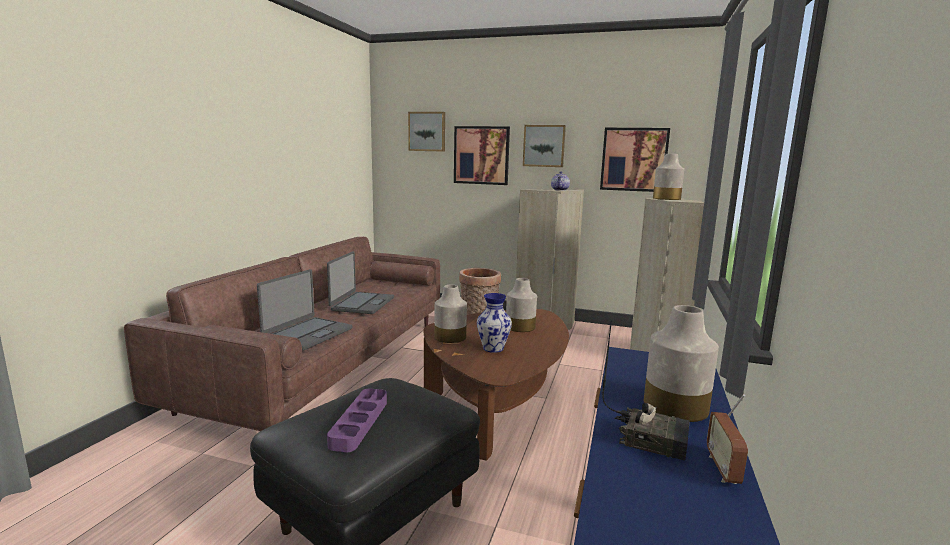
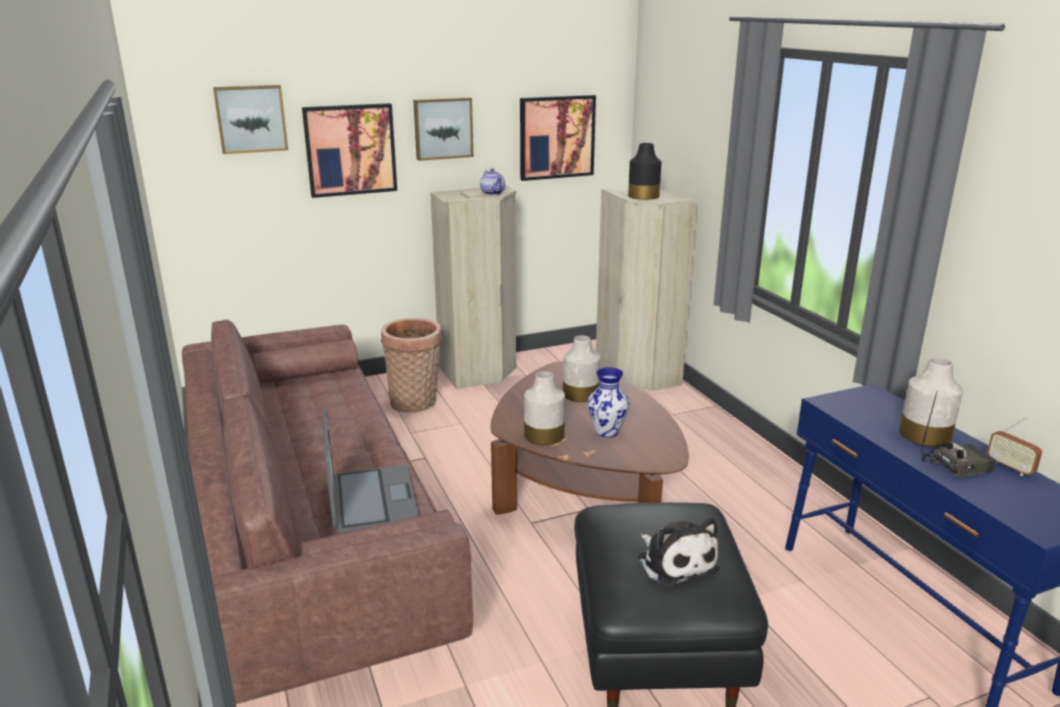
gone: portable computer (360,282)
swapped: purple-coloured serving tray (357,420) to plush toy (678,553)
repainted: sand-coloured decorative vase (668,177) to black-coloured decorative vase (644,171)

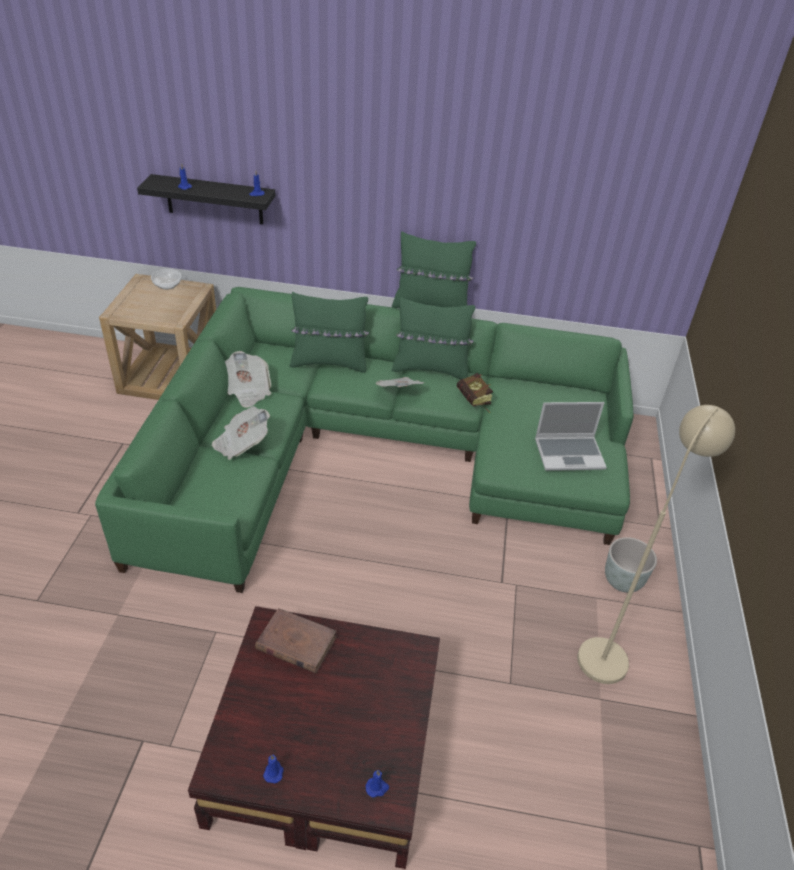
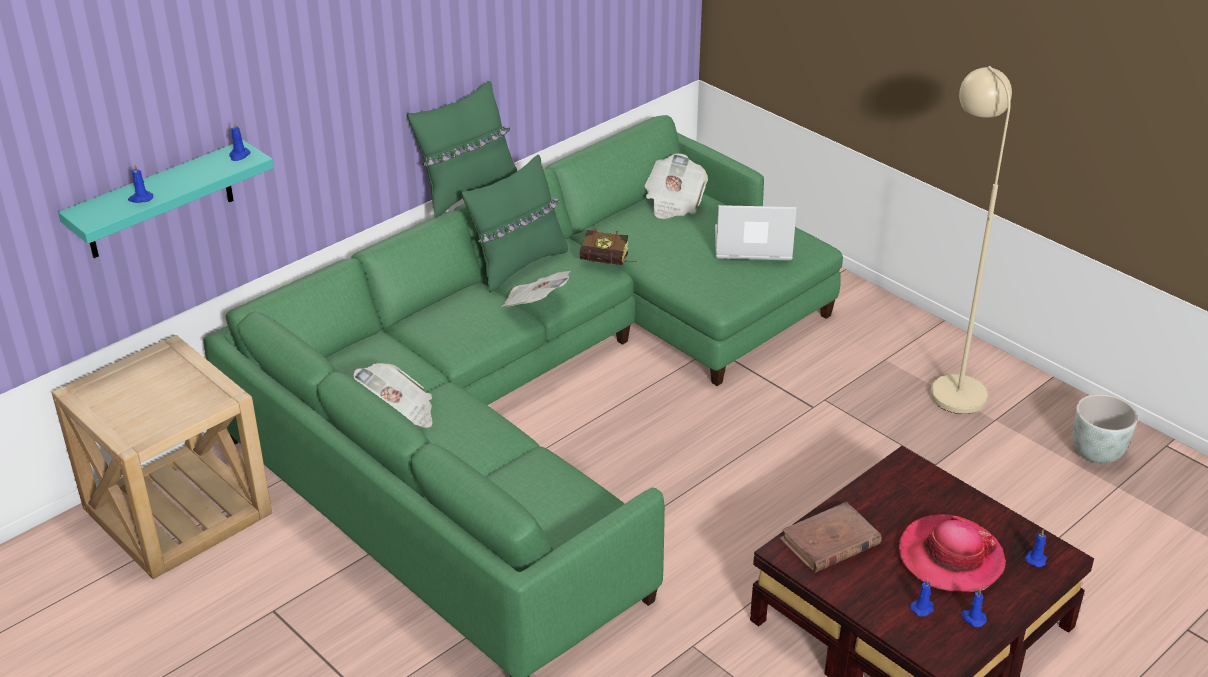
gone: serving bowl (166,279); greenish cushion (329,332)
new: wearable hat (952,553); blue candle (922,597)
shifted: daily paper (241,433) to (676,186); greyish plant pot (631,565) to (1105,429)
repainted: black-coloured bracket shelf (206,199) to turquoise bracket shelf (166,199)
rotated: portable computer (571,436) = (756,232) 120 degrees counterclockwise

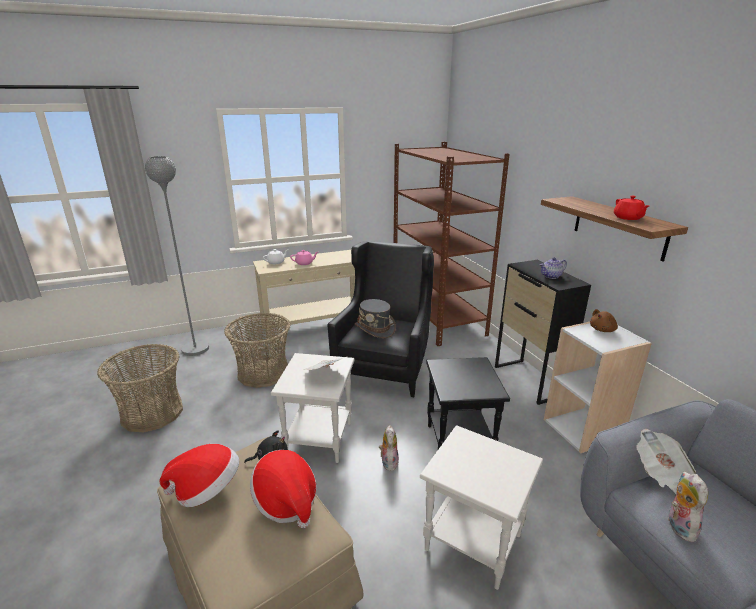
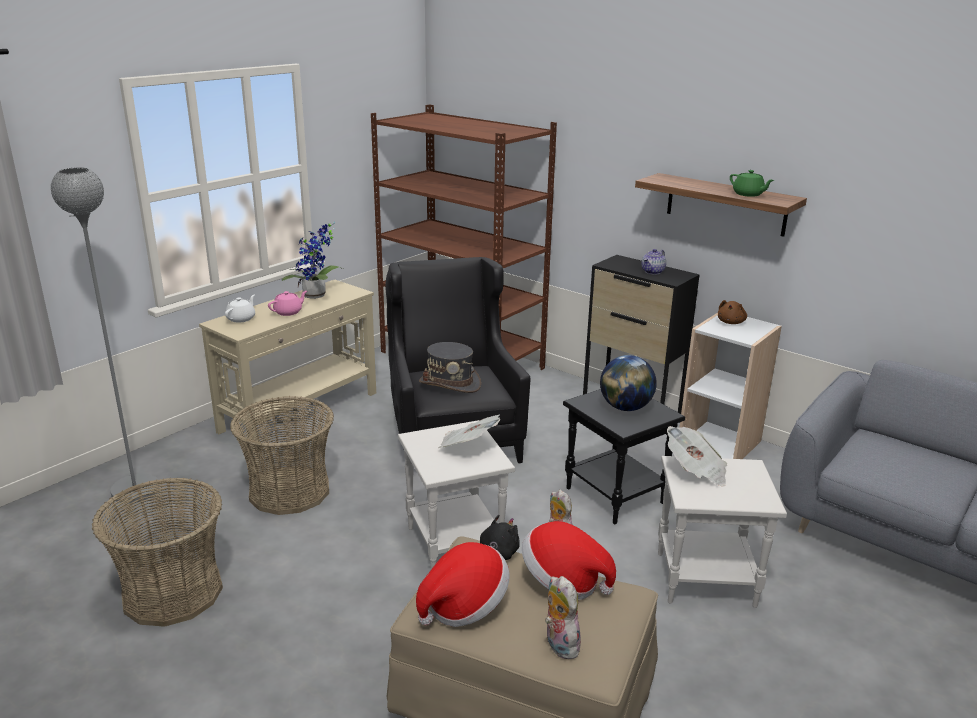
new: plant in a pot (312,260); world globe (628,383)
shifted: daily paper (666,461) to (697,456); plush toy (688,506) to (564,617)
repainted: red-coloured tea pot (631,208) to greenish tea pot (752,183)

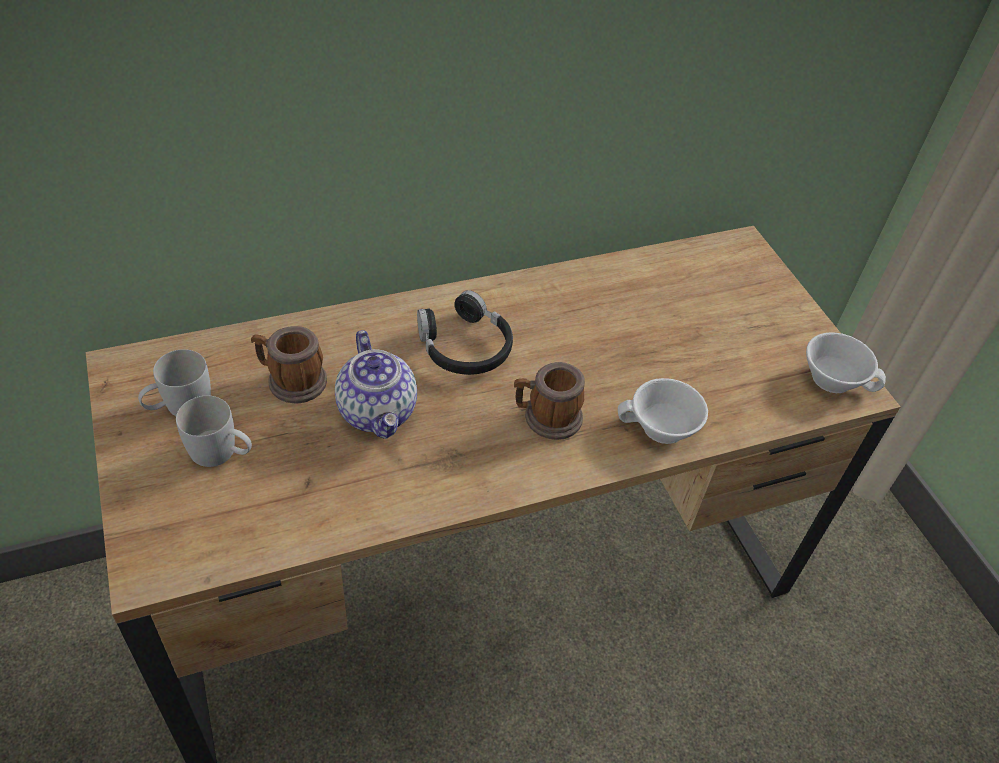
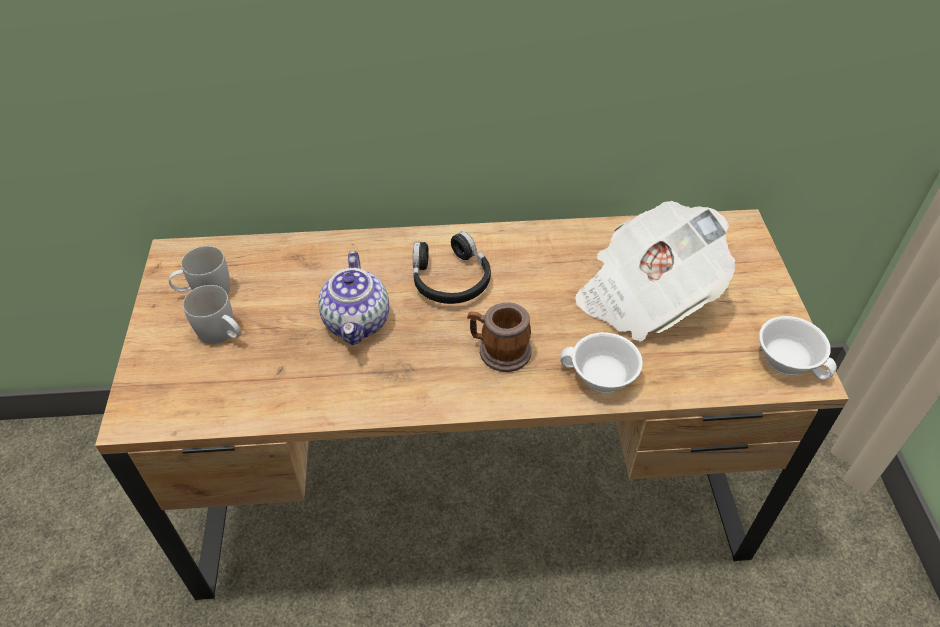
gone: coffee mug (289,365)
new: daily paper (655,271)

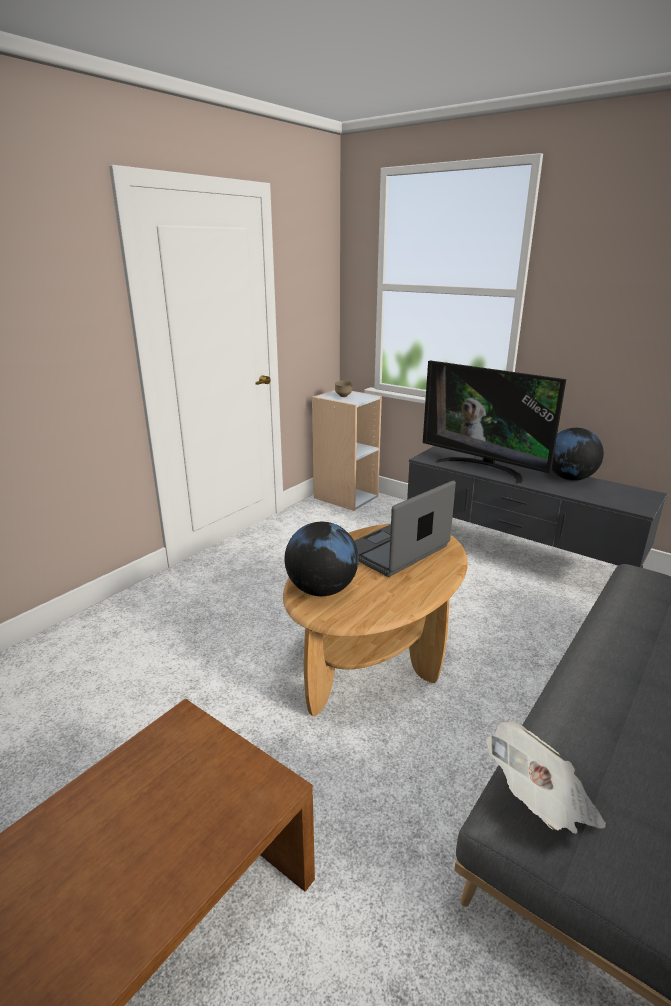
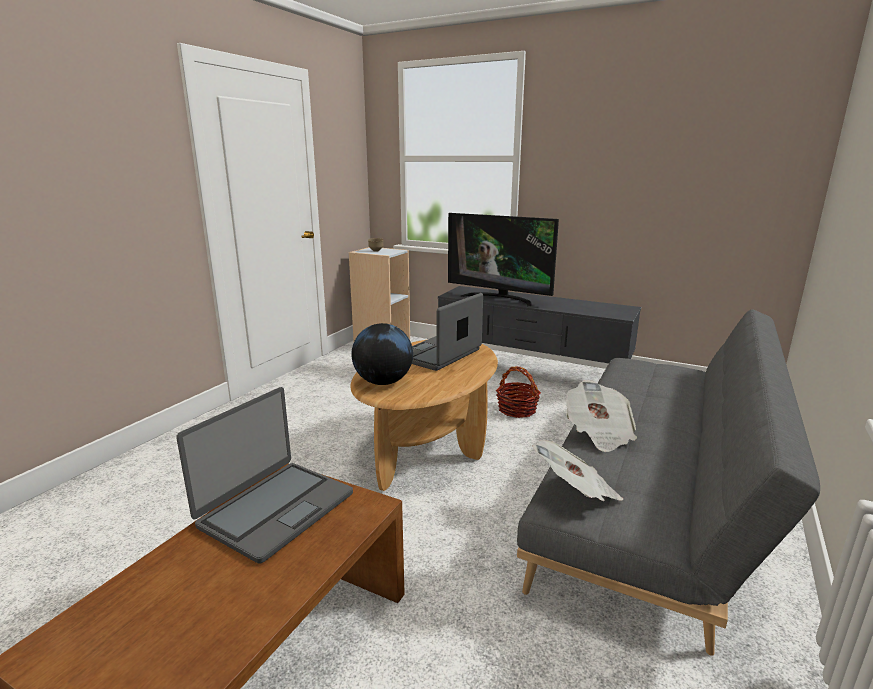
gone: world globe (577,454)
new: basket (518,392); daily paper (601,416); portable computer (264,475)

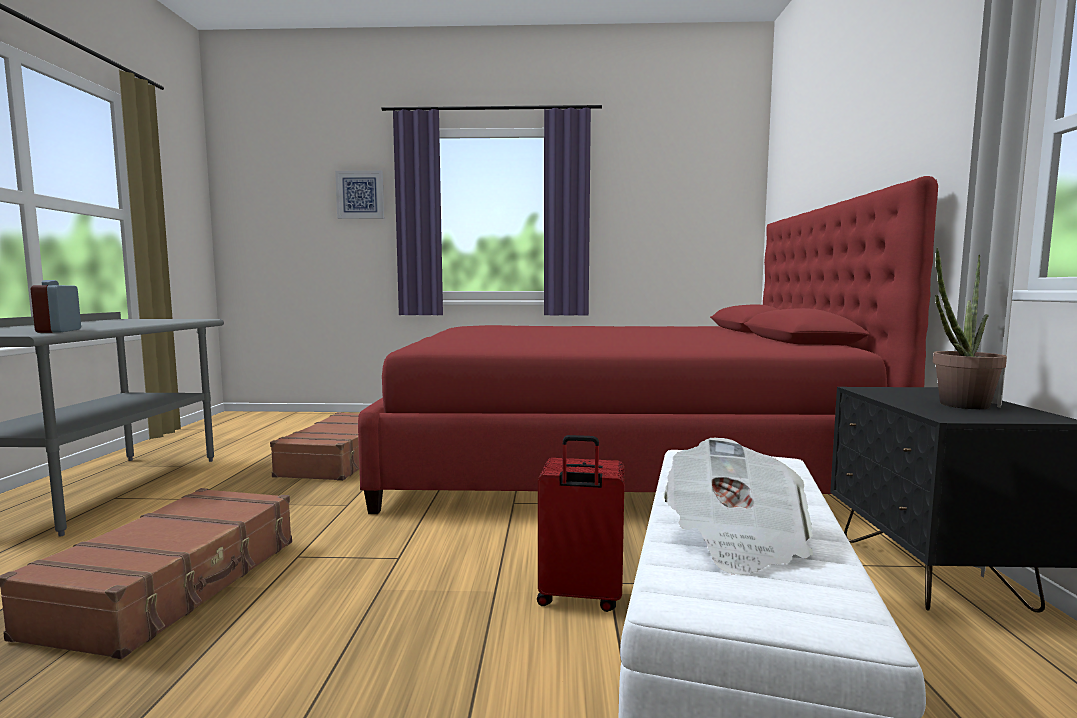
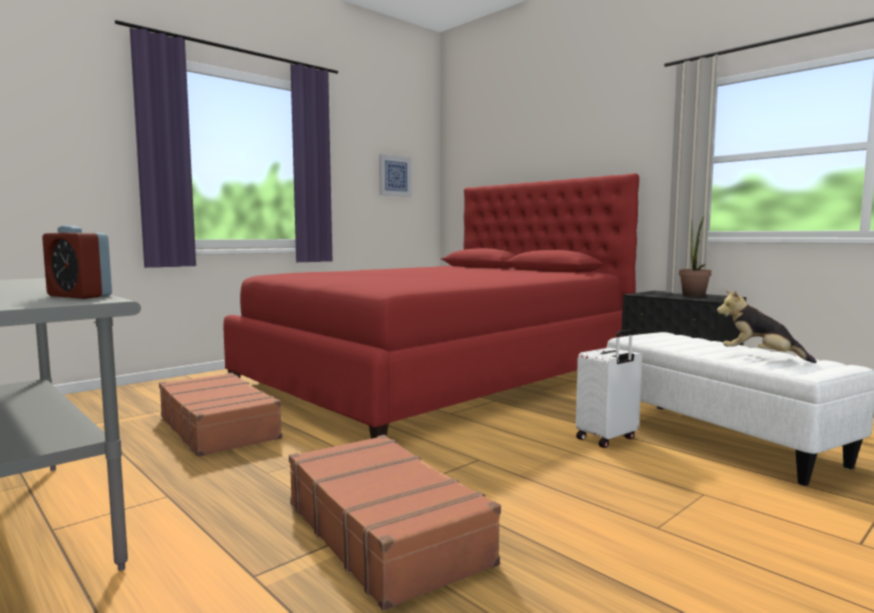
shifted: wall picture (359,194) to (395,175)
swapped: daily paper (738,506) to plush toy (767,326)
repainted: red-coloured travel case (581,523) to white travel case (609,388)

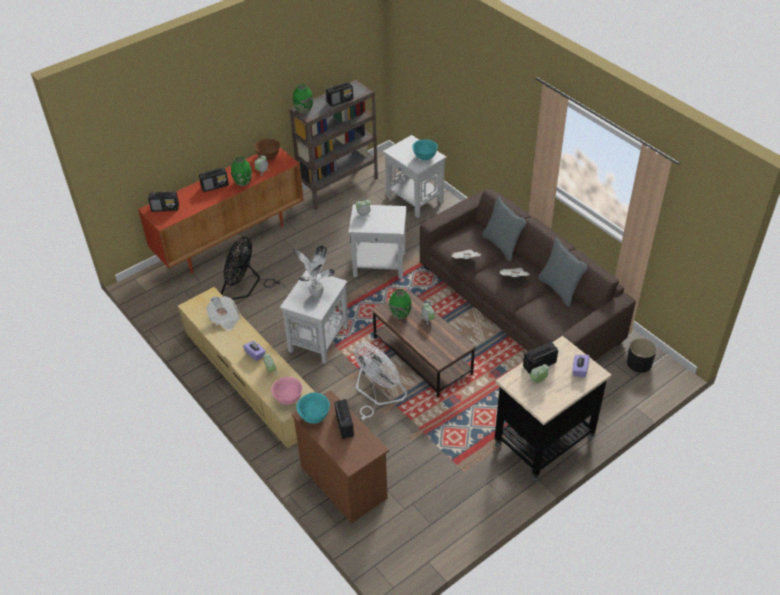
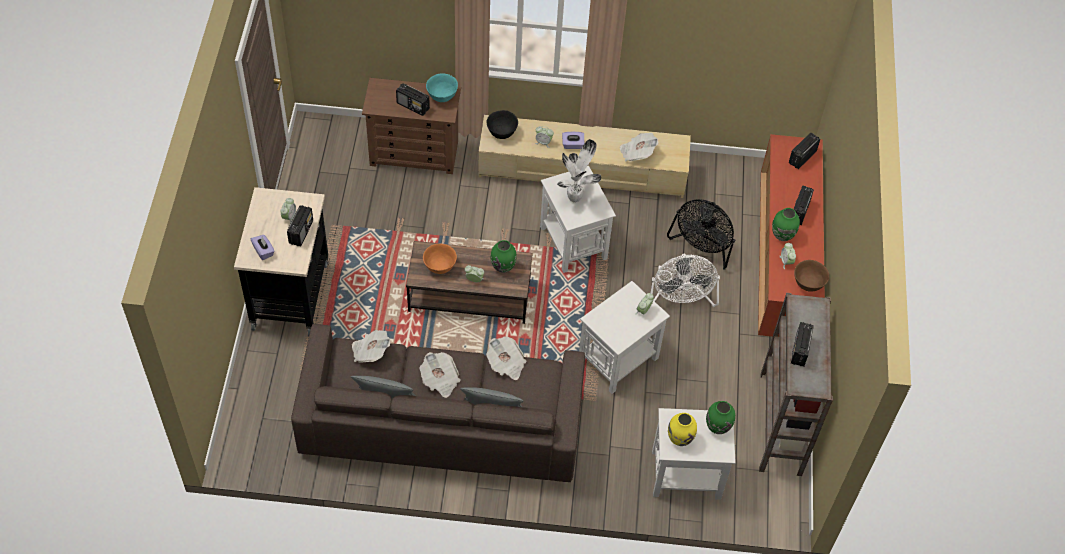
gone: black-coloured plant pot (642,355)
new: orange serving bowl (440,259); daily paper (371,346)
shifted: greenish decorative vase (303,99) to (720,417); white electric fan (380,381) to (685,280)
swapped: turquoise serving bowl (425,149) to yellow-coloured decorative vase (682,429)
repainted: pink serving bowl (287,391) to black-coloured serving bowl (502,124)
rotated: black-coloured electric fan (250,268) = (701,234) 150 degrees clockwise

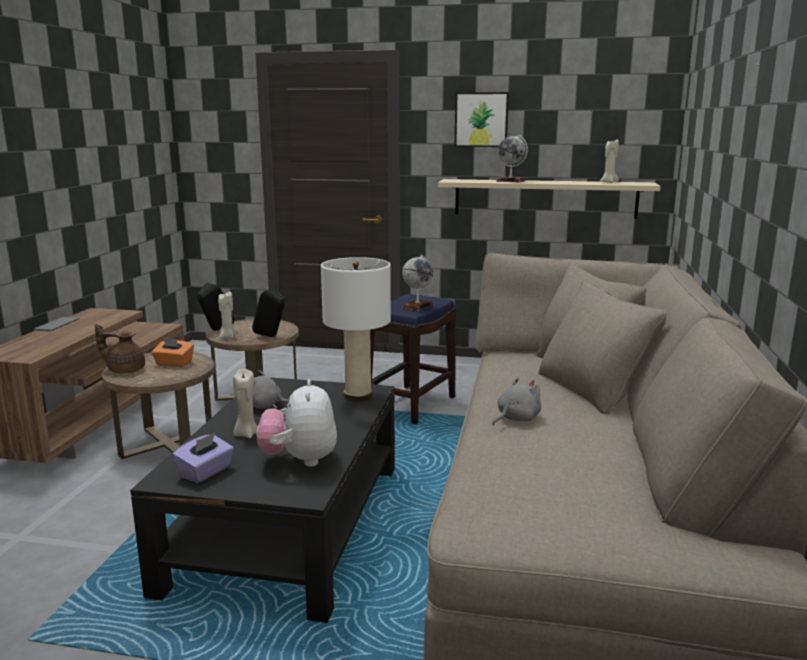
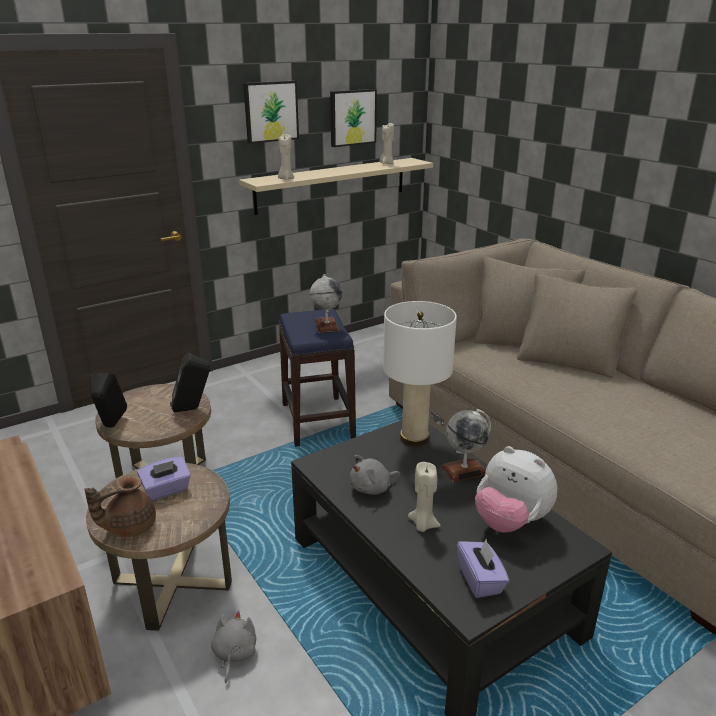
new: wall picture (353,118)
shifted: world globe (512,159) to (466,445); sand-coloured candle (228,315) to (286,157); greyish plush toy (516,401) to (233,646)
repainted: orange box of tissues (172,352) to purple-coloured box of tissues (164,479)

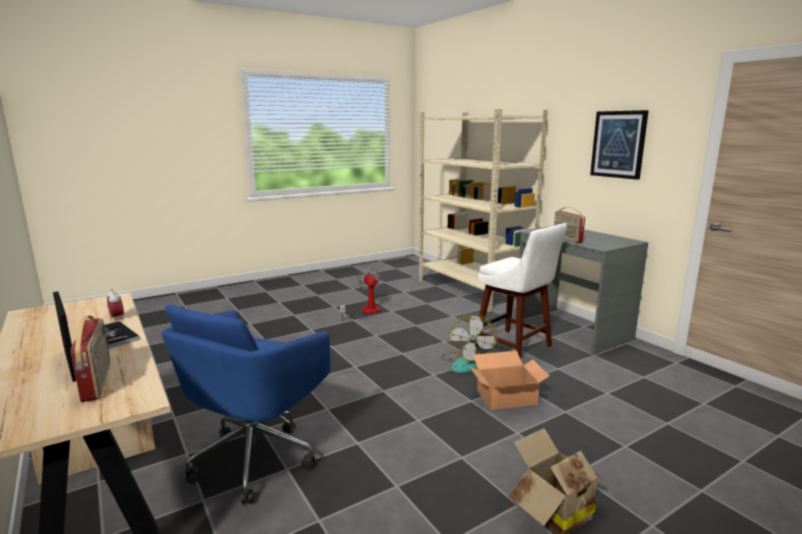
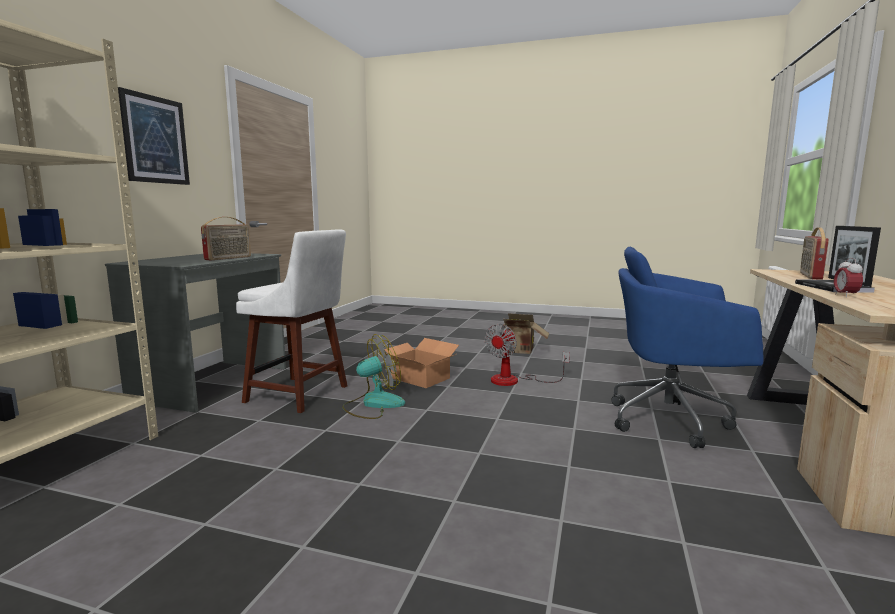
shifted: electric fan (360,294) to (527,355)
rotated: white upright chair (521,291) = (292,321) 105 degrees clockwise; blue computer chair (245,405) = (687,347) 150 degrees counterclockwise

